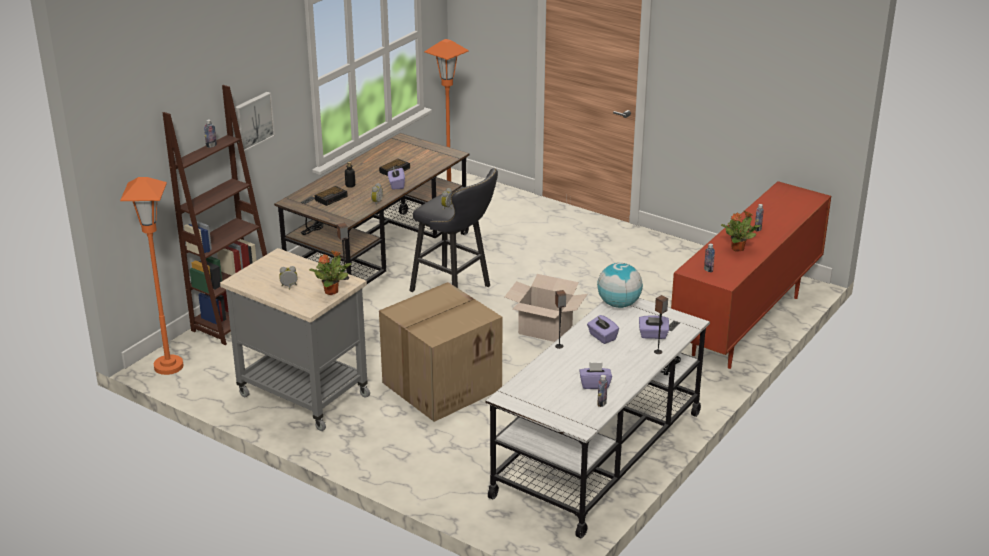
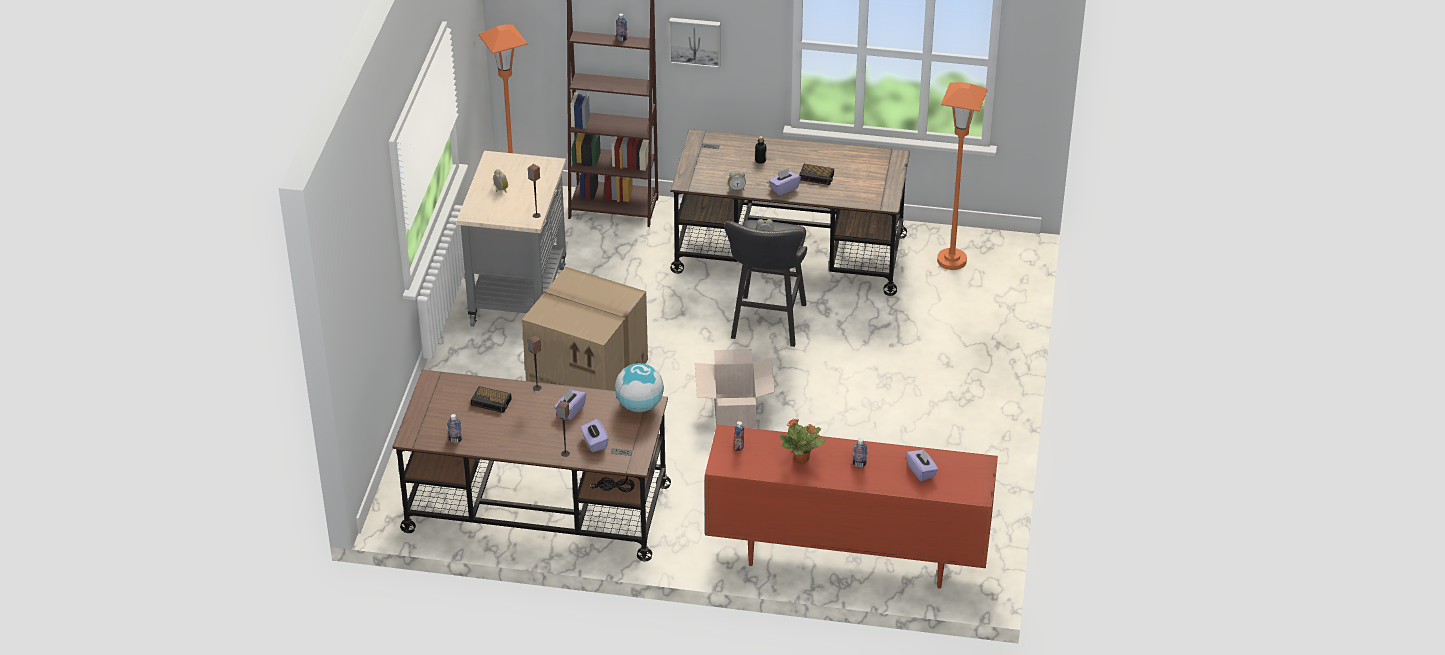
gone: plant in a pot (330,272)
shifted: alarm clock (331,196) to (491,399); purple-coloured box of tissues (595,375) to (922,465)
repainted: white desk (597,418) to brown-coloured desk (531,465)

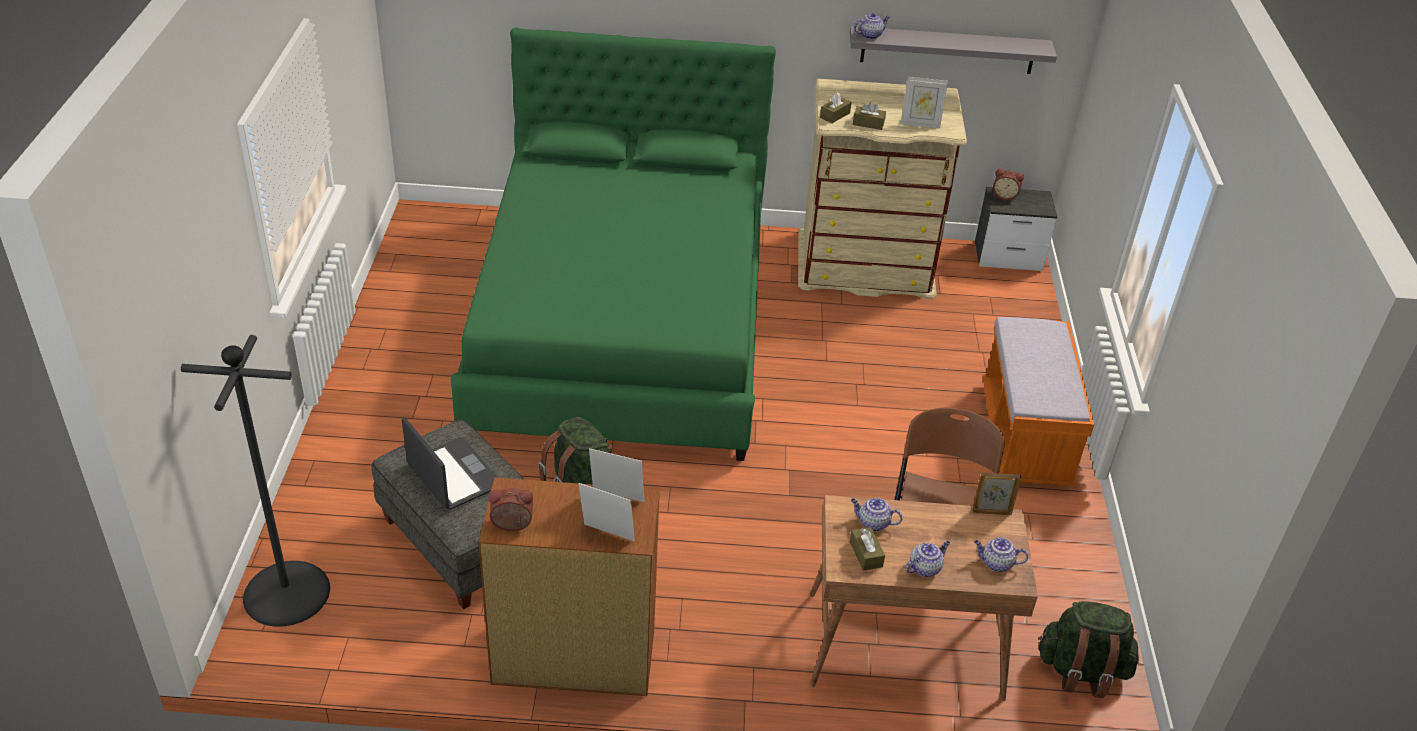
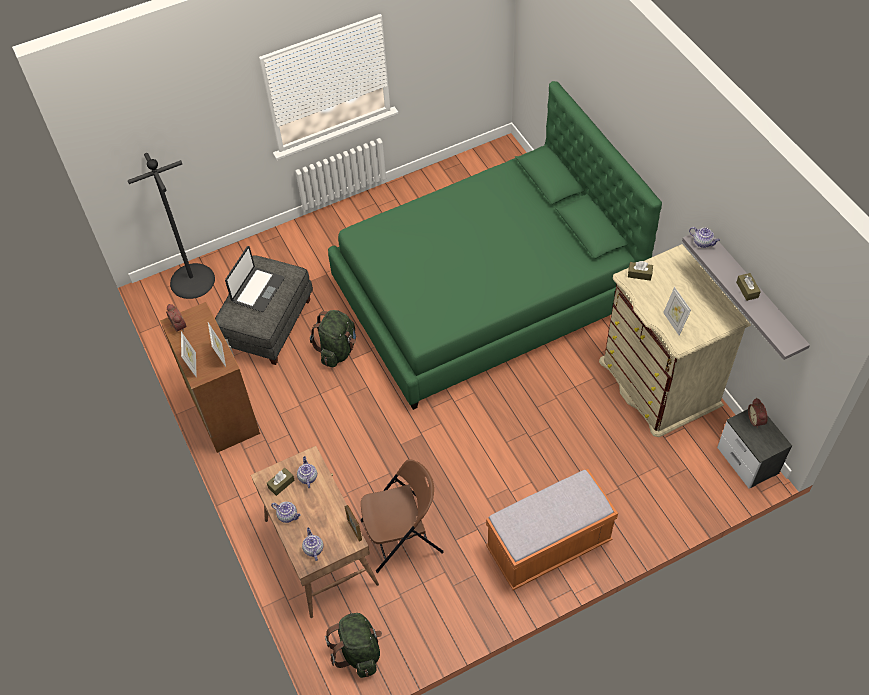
shifted: brown-coloured box of tissues (869,116) to (748,287)

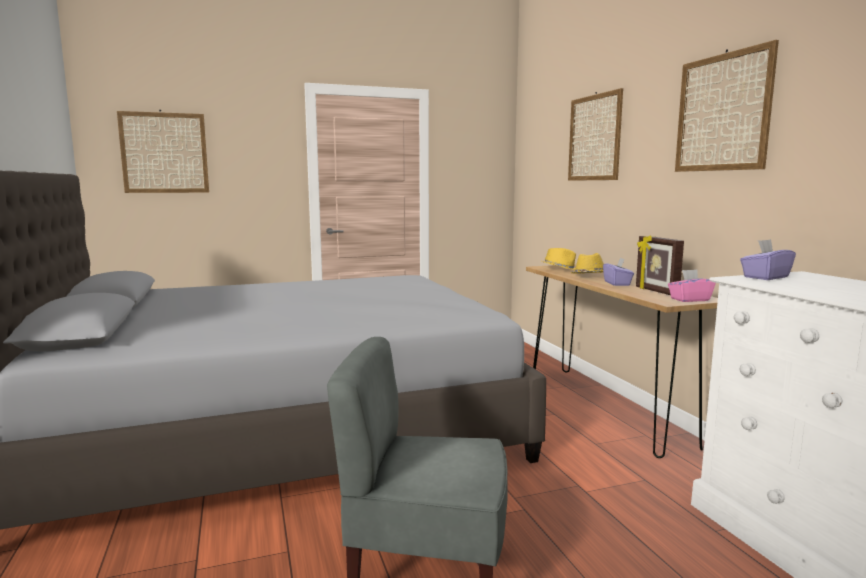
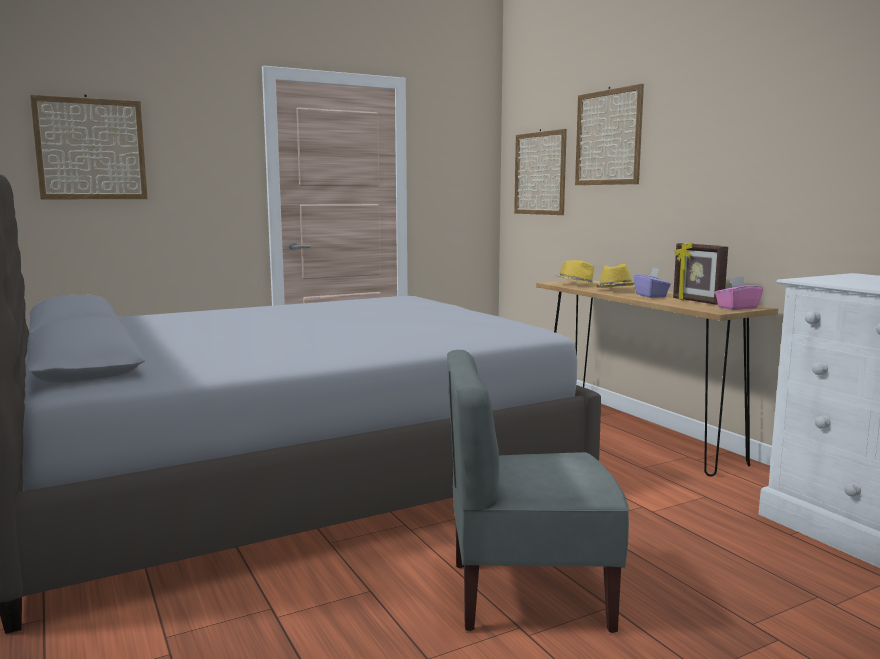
gone: purple-coloured box of tissues (768,259)
shifted: wall picture (727,106) to (540,172)

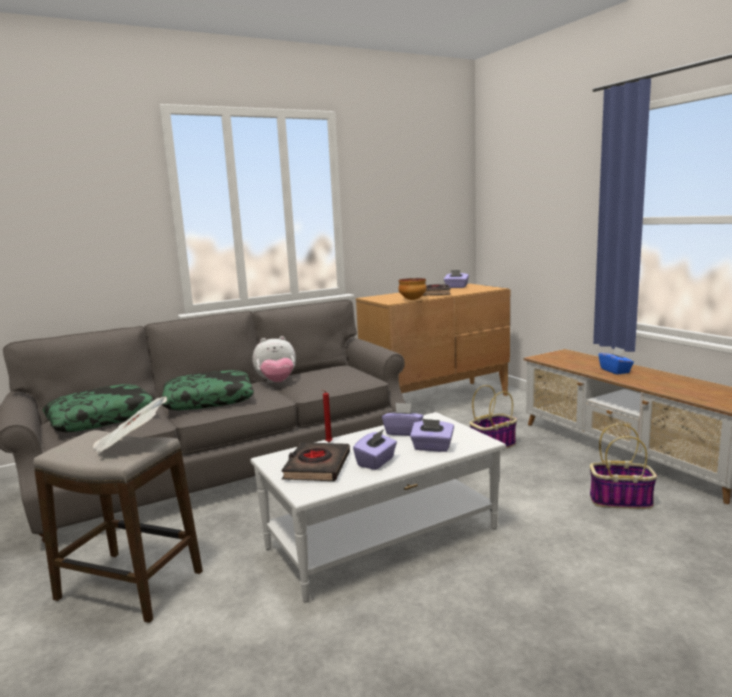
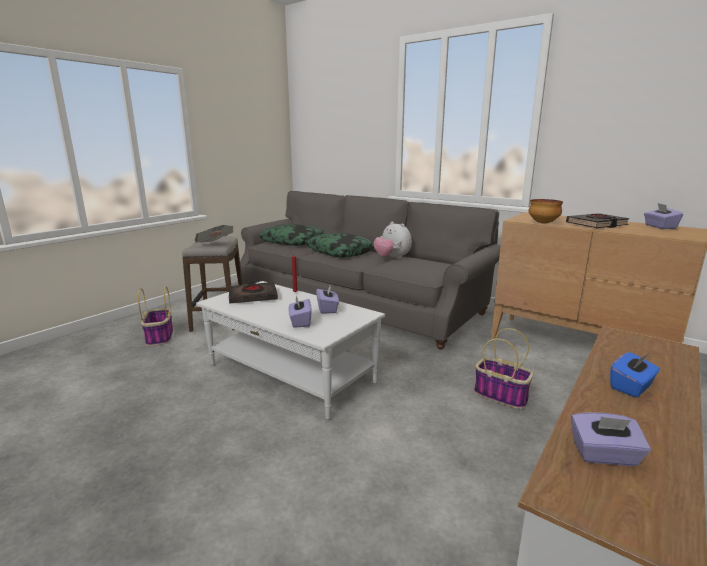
shifted: basket (623,466) to (155,316); purple-coloured box of tissues (375,449) to (611,439)

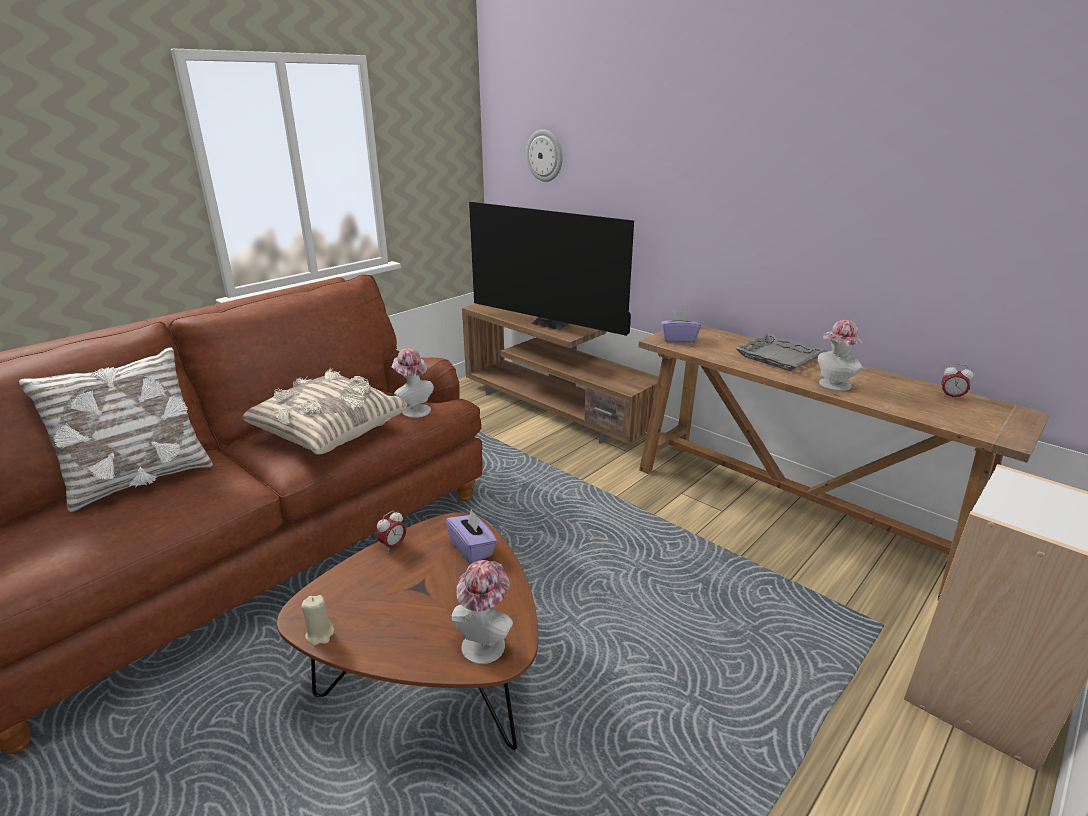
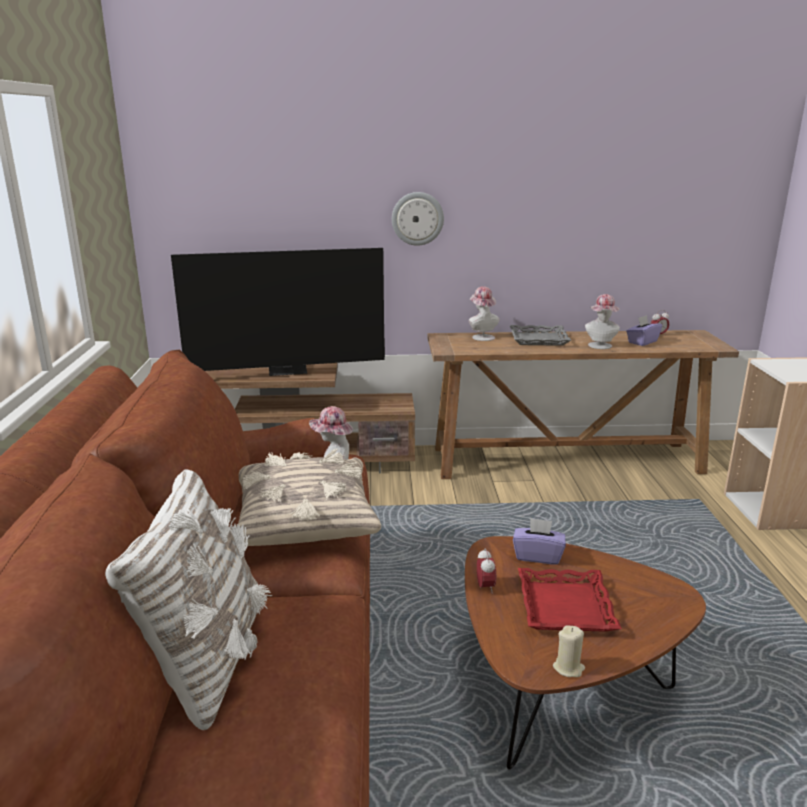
new: red-coloured serving tray (570,600)
shifted: wall clock (544,155) to (418,219); purple-coloured box of tissues (681,327) to (644,330); wearable hat (482,612) to (484,313)

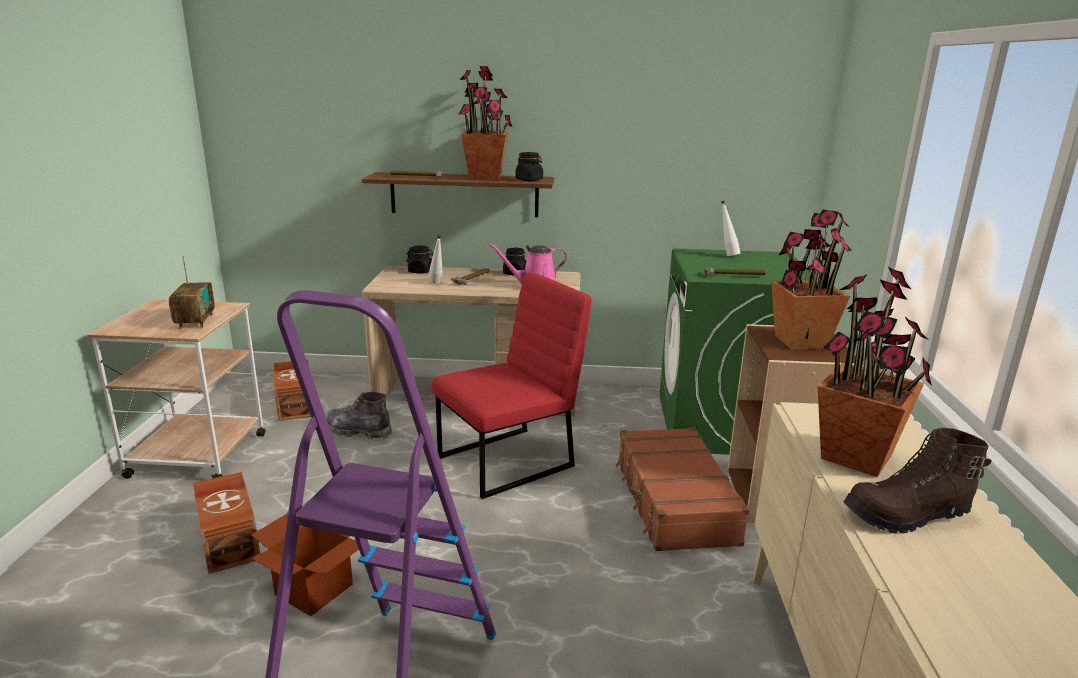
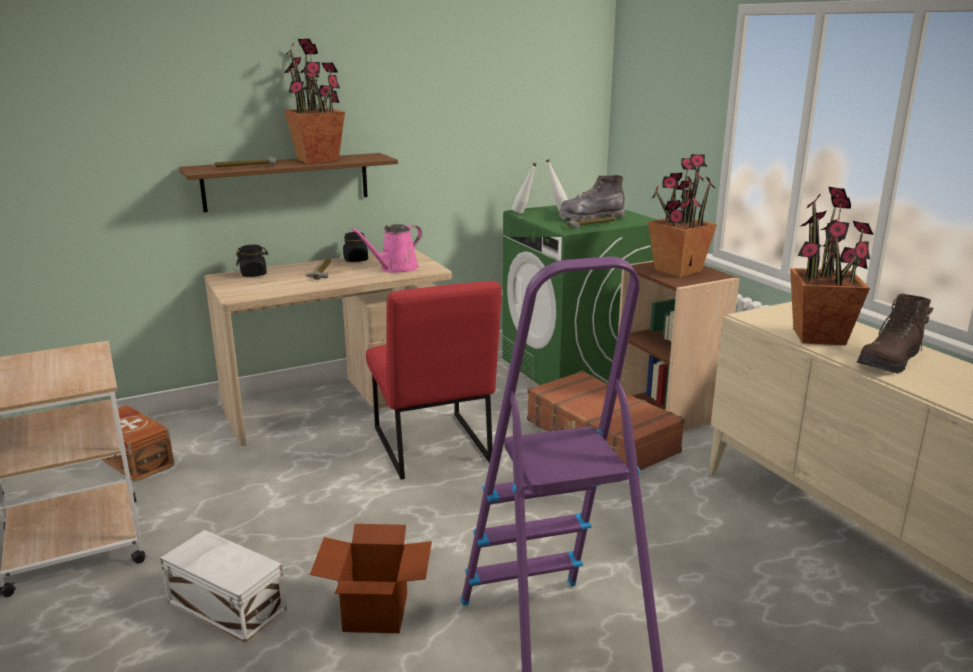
gone: black-coloured preserve jar (529,166); radio set (192,292)
shifted: white beverage bottle (436,259) to (524,188); greyish boot (359,416) to (592,198)
repainted: brown-coloured storage container (226,523) to white storage container (223,586)
rotated: red-coloured upright chair (512,385) = (434,380) 135 degrees clockwise

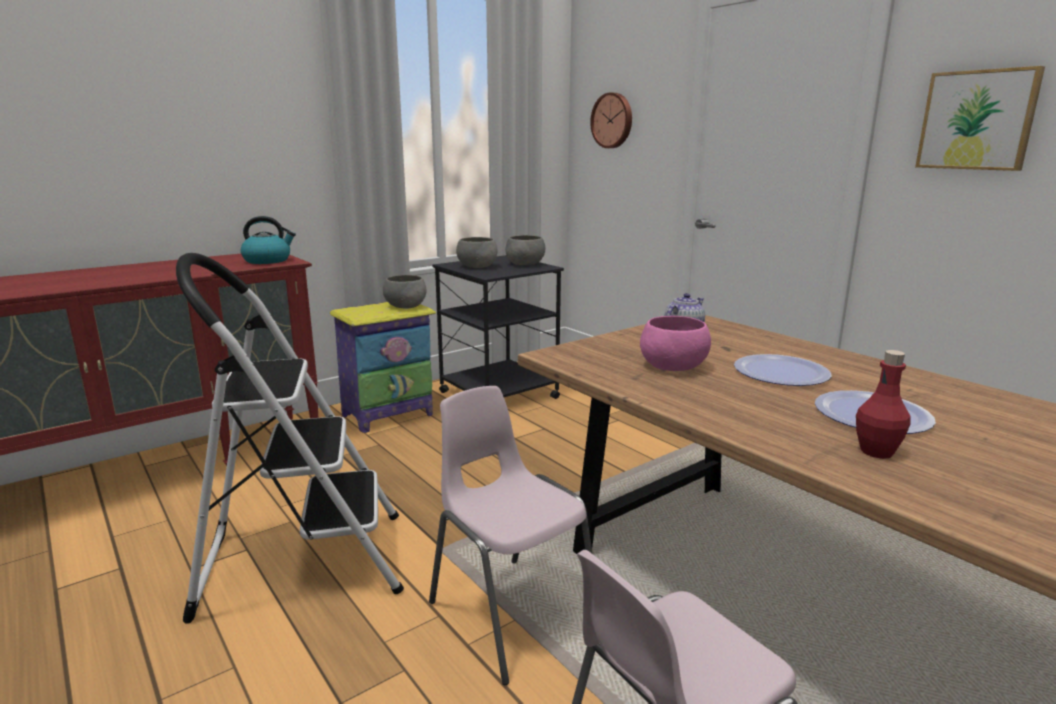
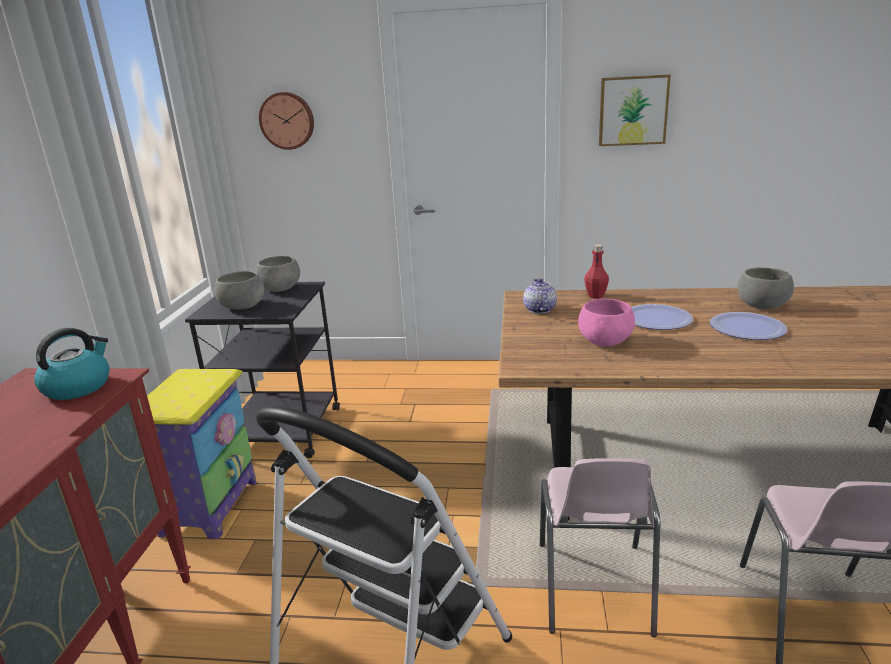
shifted: greyish serving bowl (404,291) to (766,288); red-coloured beverage bottle (883,404) to (596,272)
rotated: pink upright chair (510,535) = (600,548) 90 degrees counterclockwise

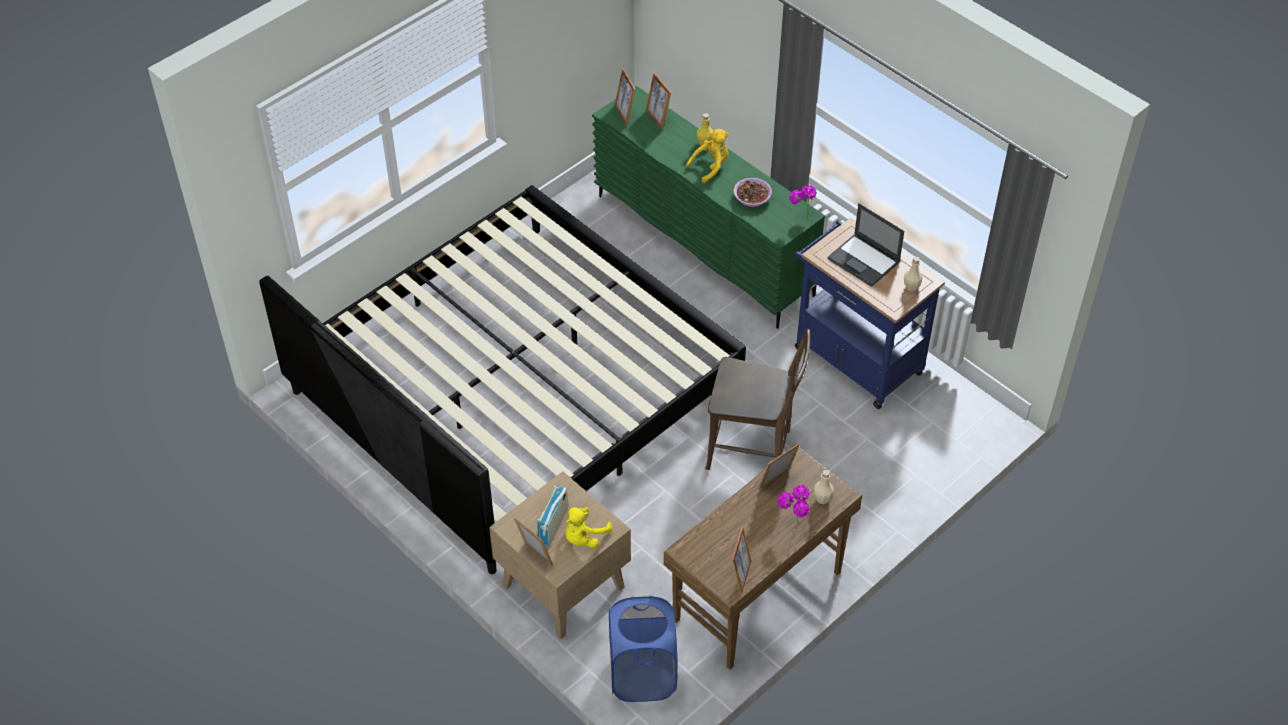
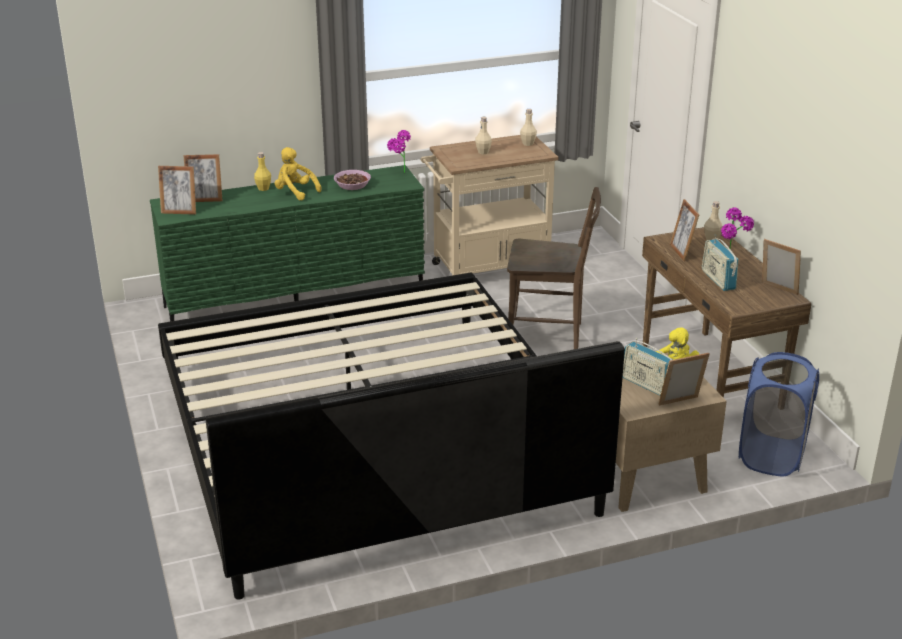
new: radio set (720,263)
swapped: portable computer (865,245) to sand-coloured beverage bottle (483,135)
repainted: blue cart (870,314) to sand-coloured cart (490,205)
rotated: yellow-coloured plush toy (707,156) = (298,173) 45 degrees counterclockwise; brown-coloured upright chair (758,399) = (554,268) 60 degrees clockwise

